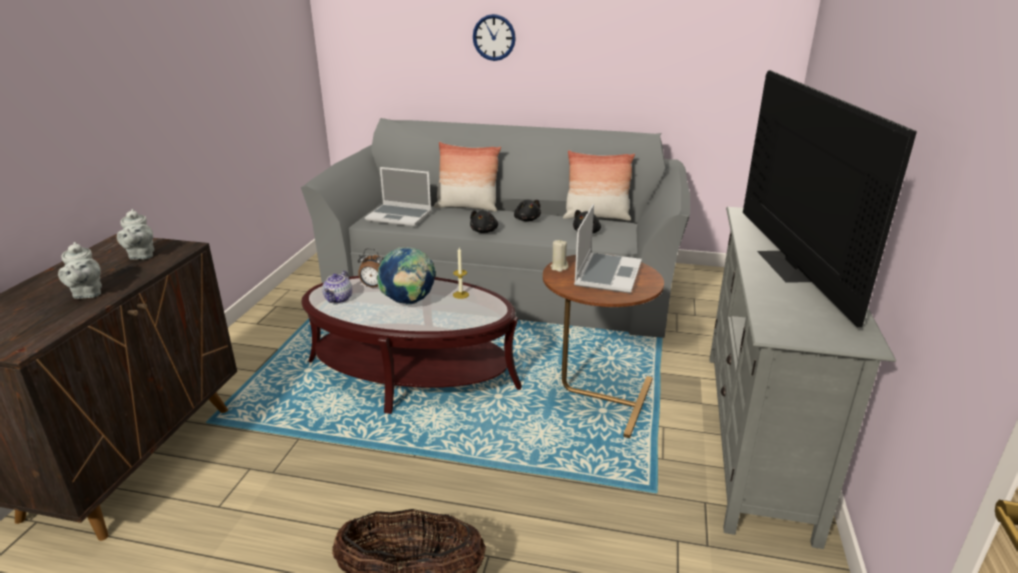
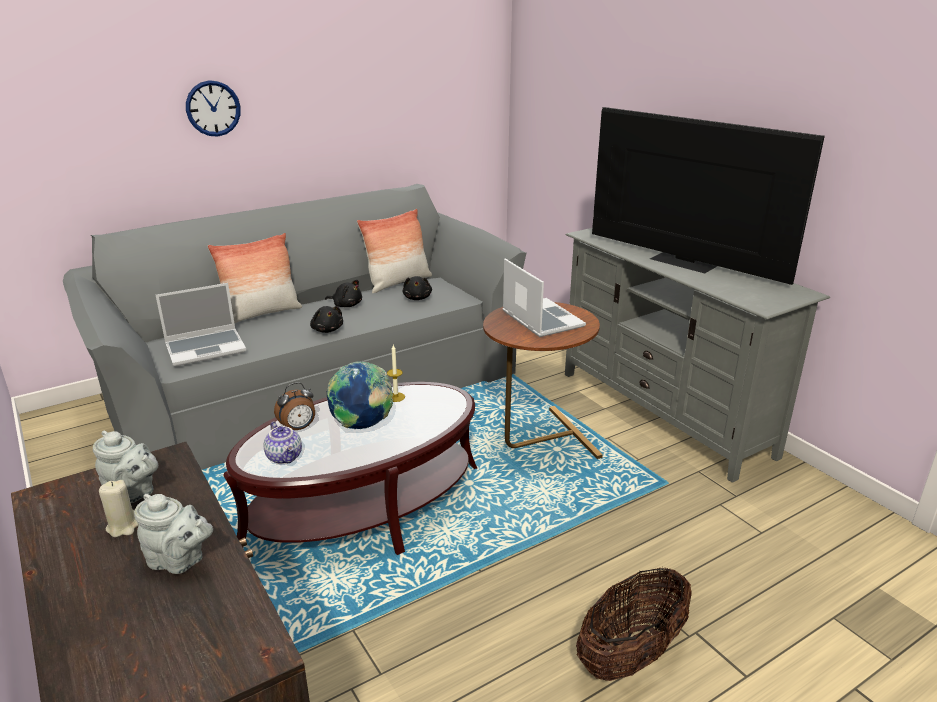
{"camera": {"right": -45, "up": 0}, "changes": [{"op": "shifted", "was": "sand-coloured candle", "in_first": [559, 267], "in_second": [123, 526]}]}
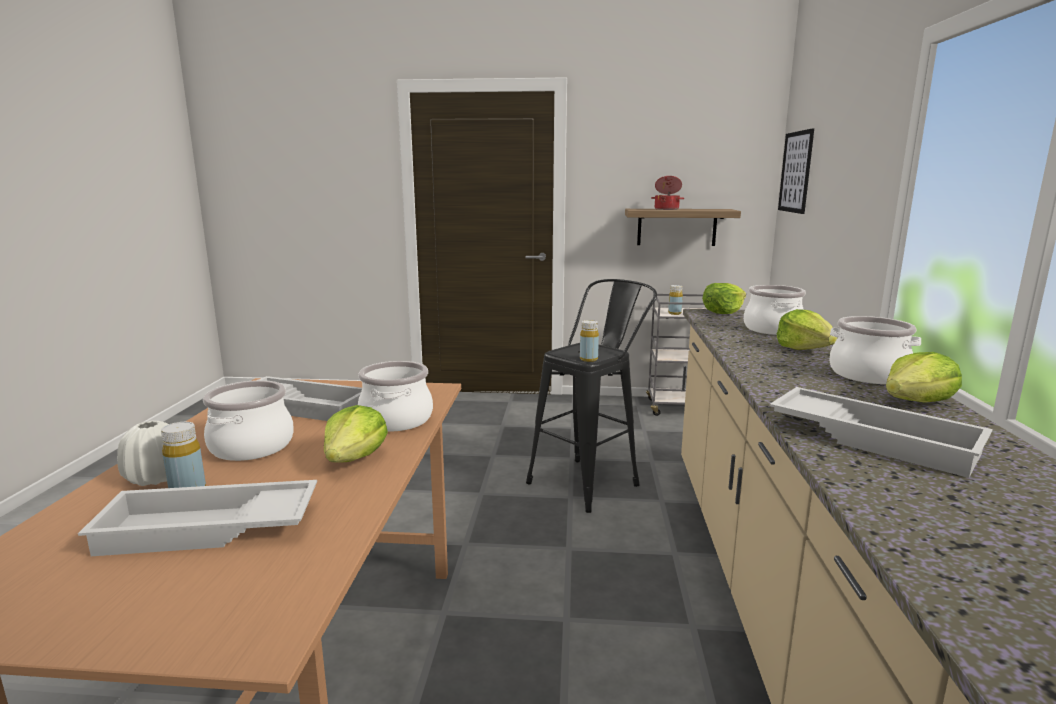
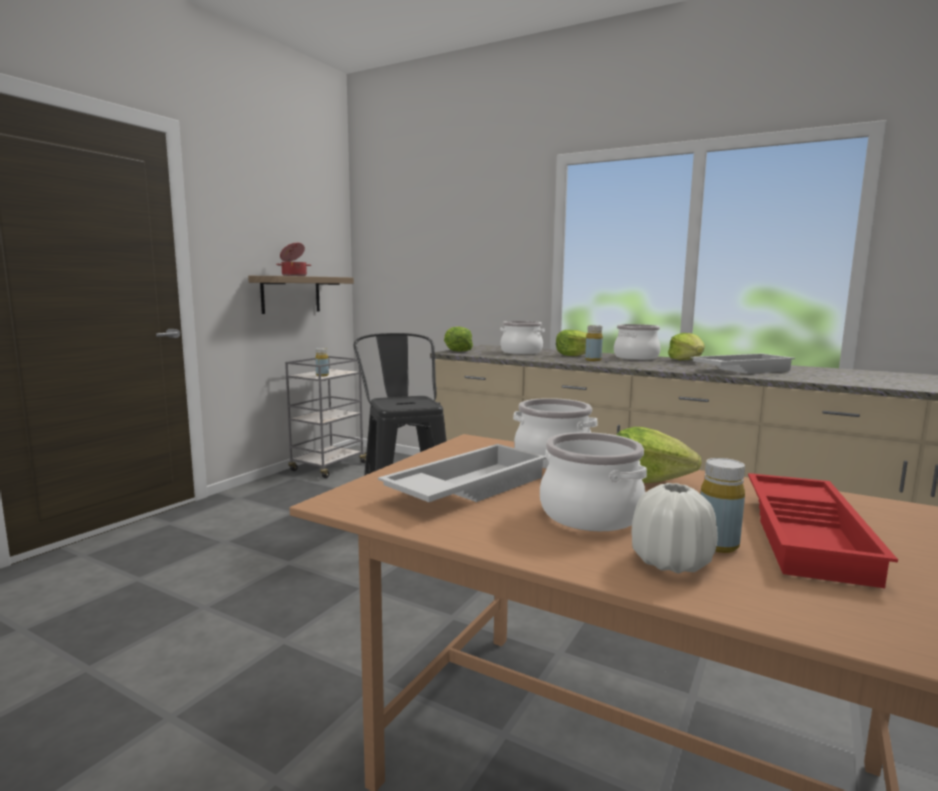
{"camera": {"right": -65, "up": -5}, "changes": [{"op": "shifted", "was": "yellow-coloured bottle", "in_first": [588, 359], "in_second": [593, 360]}, {"op": "repainted", "was": "white-coloured carrying tray", "now": "red carrying tray", "in_first": [207, 530], "in_second": [810, 536]}, {"op": "gone", "was": "wall art", "in_first": [795, 172]}]}
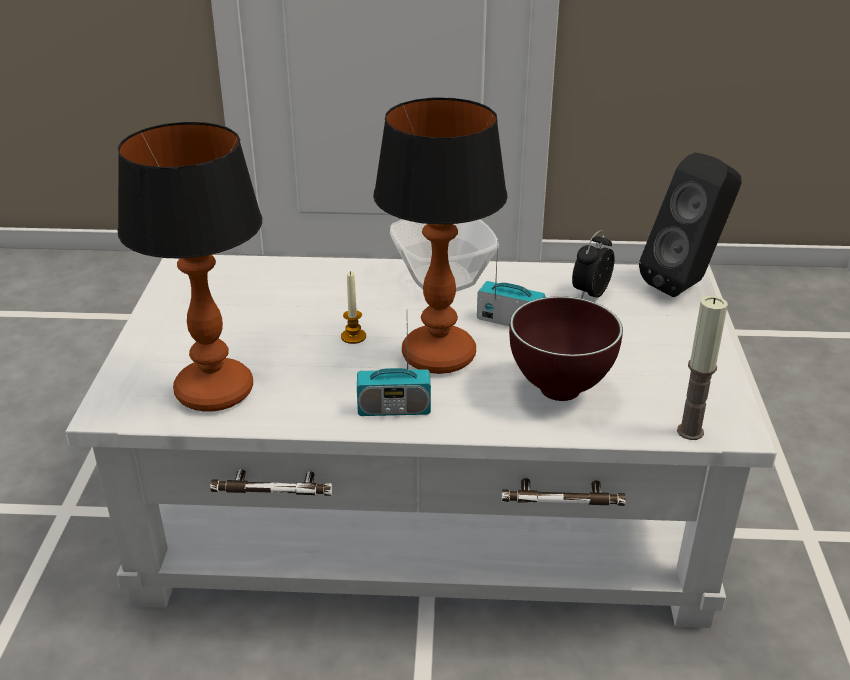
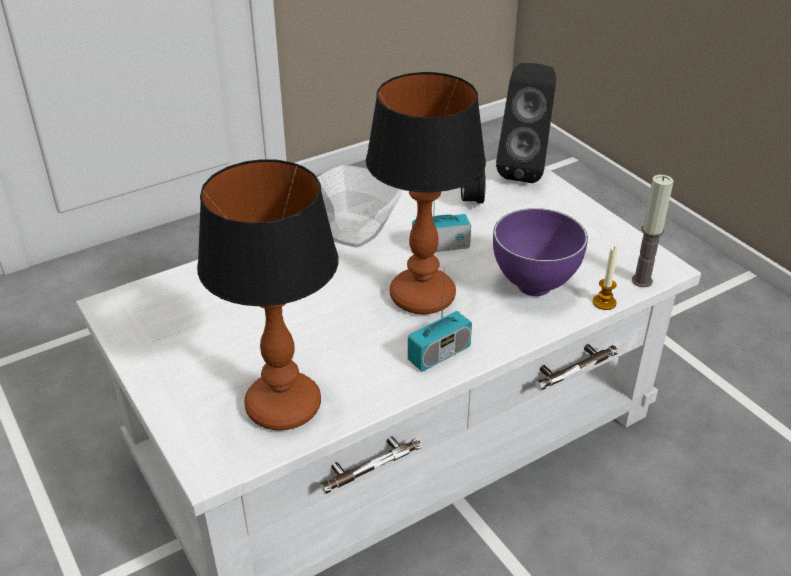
{"camera": {"right": -35, "up": 5}, "changes": [{"op": "repainted", "was": "brownish bowl", "now": "purple bowl", "in_first": [562, 390], "in_second": [535, 286]}, {"op": "shifted", "was": "candle", "in_first": [353, 337], "in_second": [604, 302]}]}
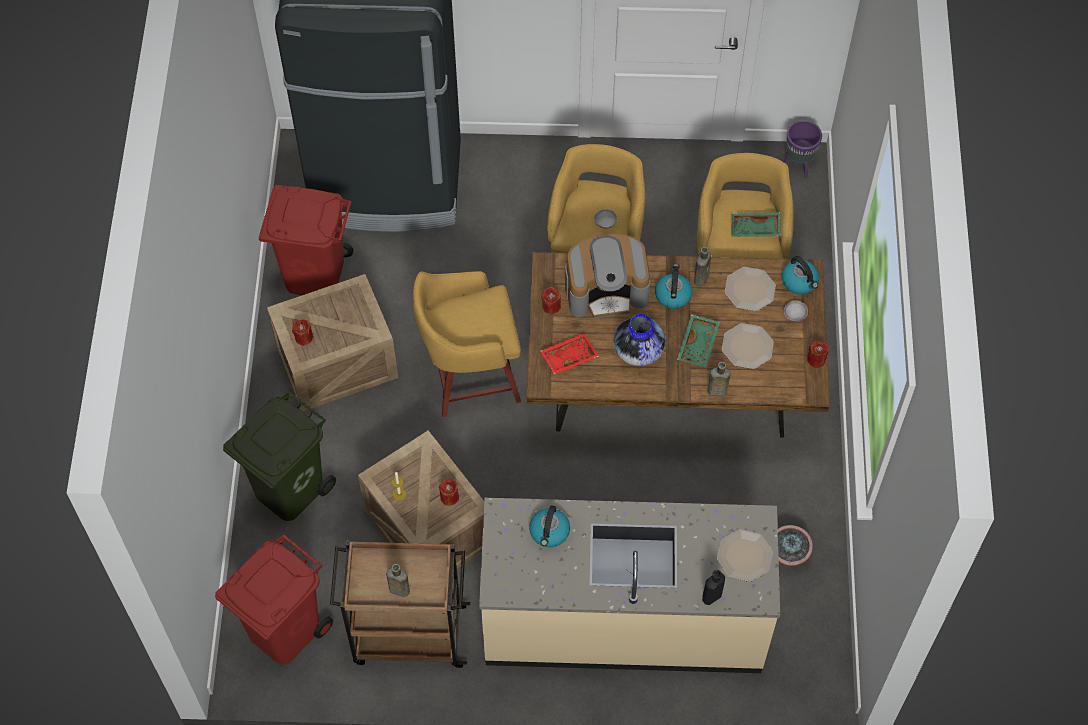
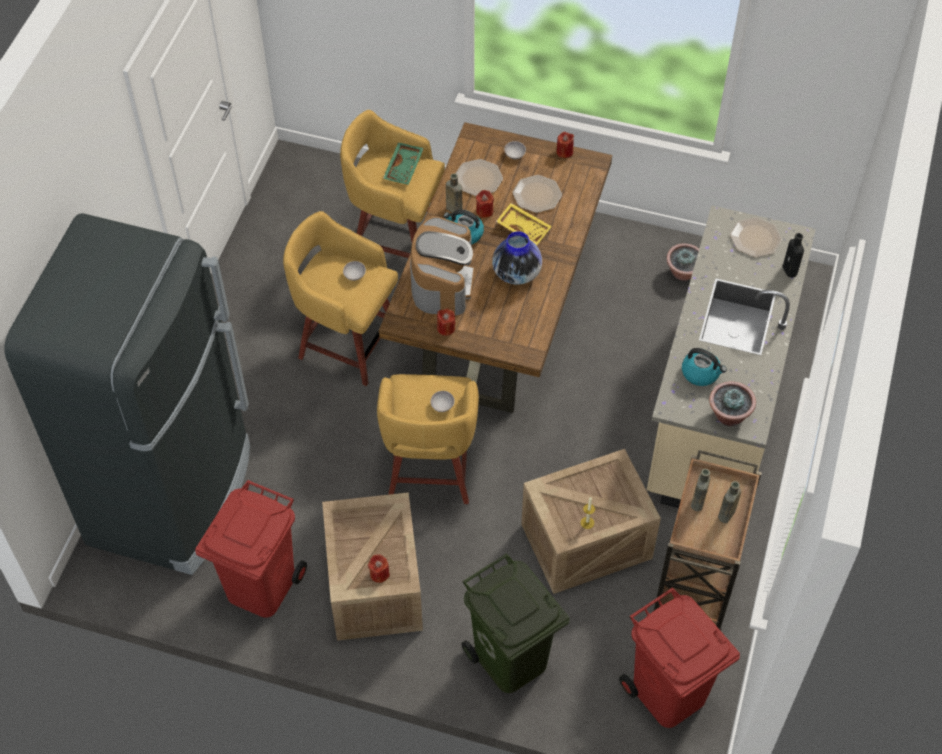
{"camera": {"right": -75, "up": -5}, "changes": [{"op": "new", "now": "gray bowl", "in_second": [442, 405]}, {"op": "shifted", "was": "red candle", "in_first": [449, 497], "in_second": [484, 211]}, {"op": "repainted", "was": "greenish carrying tray", "now": "yellow-coloured carrying tray", "in_first": [699, 344], "in_second": [524, 228]}, {"op": "shifted", "was": "brownish bottle", "in_first": [715, 391], "in_second": [697, 503]}, {"op": "new", "now": "houseplant", "in_second": [728, 415]}, {"op": "gone", "was": "red carrying tray", "in_first": [568, 356]}, {"op": "gone", "was": "water kettle", "in_first": [800, 282]}, {"op": "gone", "was": "purple flower pot", "in_first": [798, 165]}]}
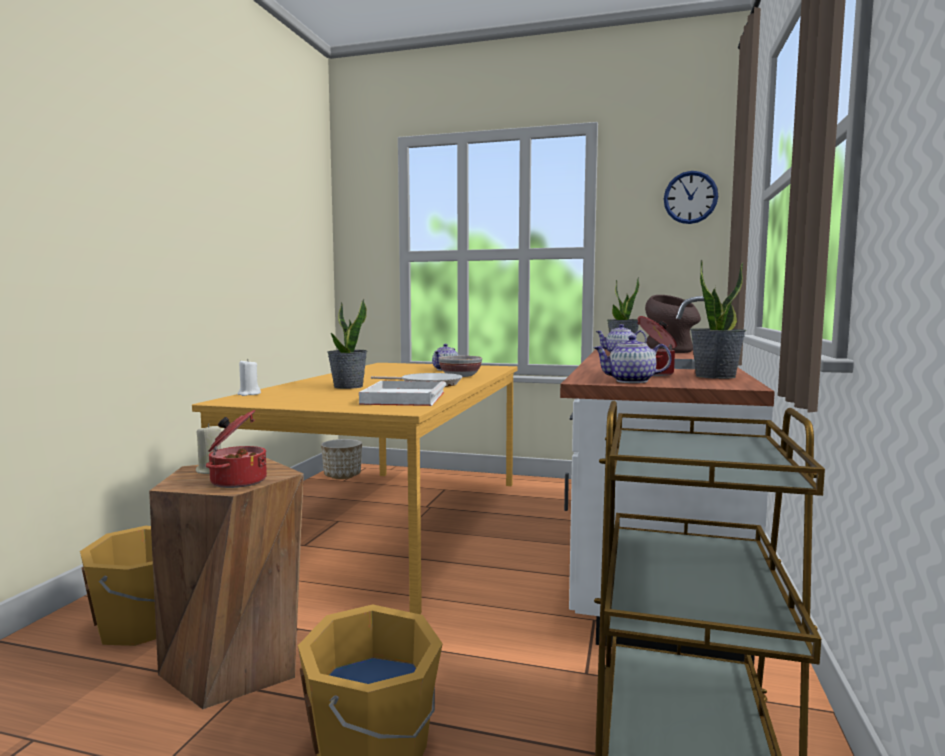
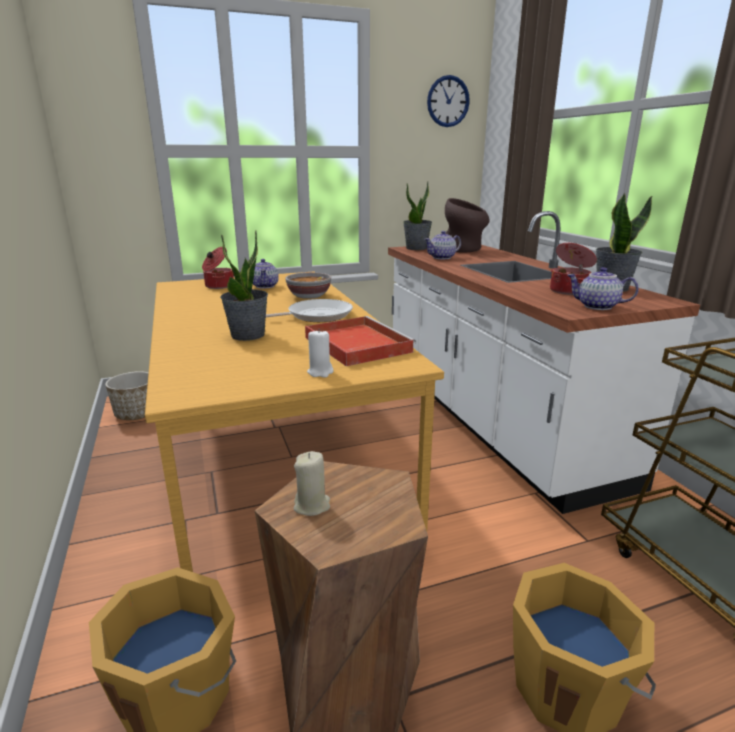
{"camera": {"right": -35, "up": 15}, "changes": [{"op": "shifted", "was": "saucepot", "in_first": [237, 481], "in_second": [218, 286]}, {"op": "repainted", "was": "white-coloured carrying tray", "now": "red carrying tray", "in_first": [404, 398], "in_second": [356, 344]}, {"op": "shifted", "was": "white-coloured candle", "in_first": [249, 394], "in_second": [320, 372]}, {"op": "rotated", "was": "teapot", "in_first": [631, 381], "in_second": [597, 307], "clockwise": 60}]}
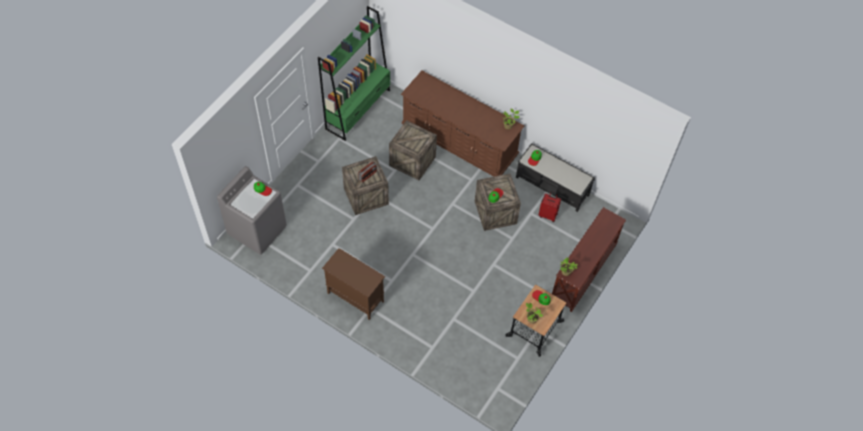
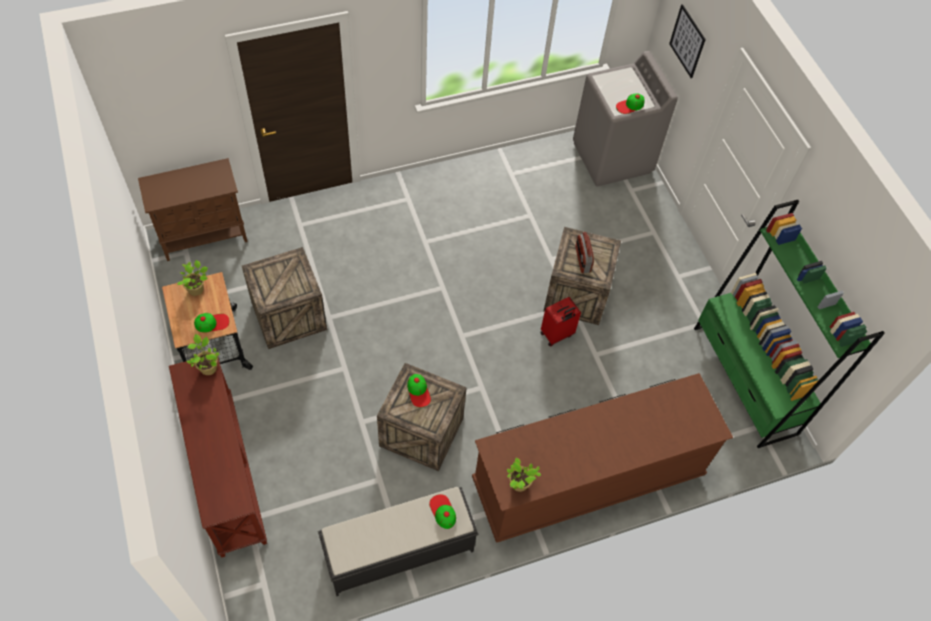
{"camera": {"right": 125, "up": 0}, "changes": [{"op": "shifted", "was": "brownish storage cabinet", "in_first": [355, 297], "in_second": [205, 236]}, {"op": "shifted", "was": "shipping crate", "in_first": [413, 161], "in_second": [288, 317]}, {"op": "shifted", "was": "red travel case", "in_first": [548, 215], "in_second": [557, 335]}, {"op": "new", "now": "wall art", "in_second": [687, 41]}]}
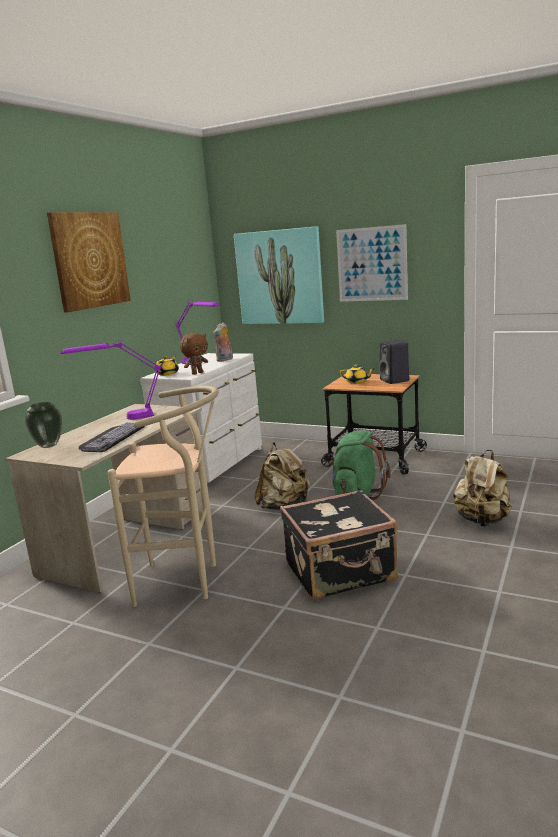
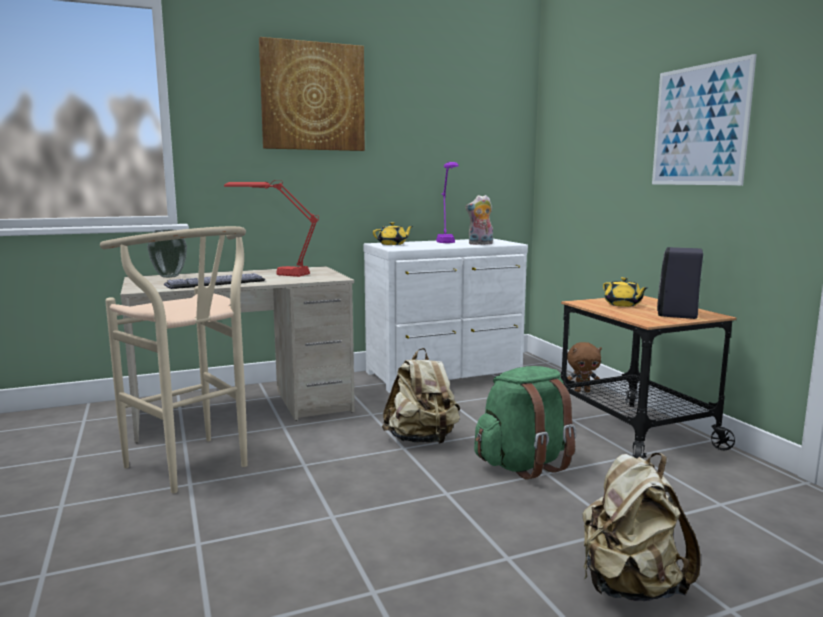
{"camera": {"right": 40, "up": -5}, "changes": [{"op": "repainted", "was": "purple table lamp", "now": "red table lamp", "in_first": [122, 419], "in_second": [273, 273]}, {"op": "shifted", "was": "brownish plush toy", "in_first": [197, 373], "in_second": [582, 391]}, {"op": "gone", "was": "wall art", "in_first": [280, 277]}, {"op": "gone", "was": "blackish travel case", "in_first": [341, 572]}]}
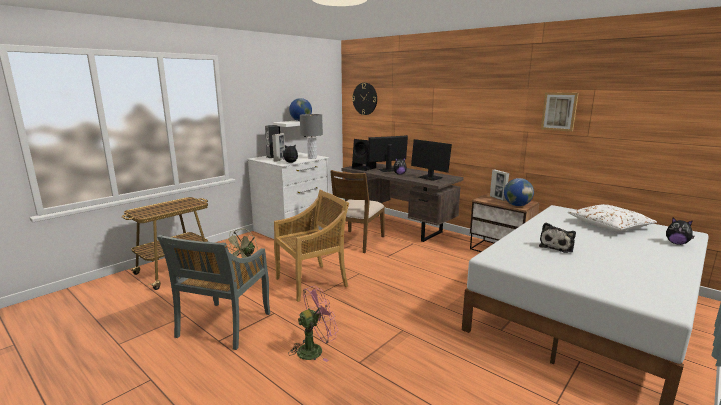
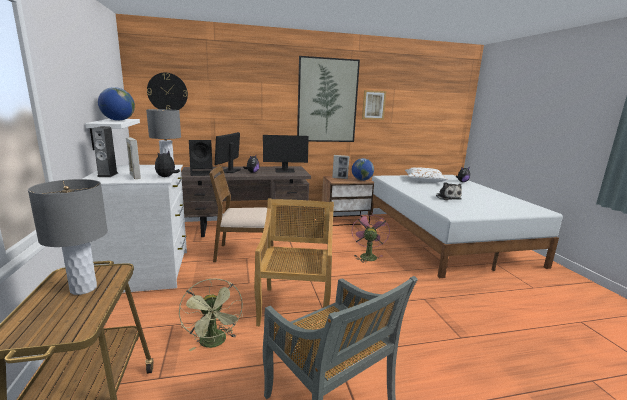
{"camera": {"right": -55, "up": 0}, "changes": [{"op": "new", "now": "gray table lamp", "in_second": [83, 288]}, {"op": "rotated", "was": "brownish upright chair", "in_first": [357, 241], "in_second": [244, 253], "clockwise": 120}, {"op": "new", "now": "wall art", "in_second": [327, 101]}, {"op": "shifted", "was": "pinkish fan", "in_first": [315, 349], "in_second": [367, 256]}]}
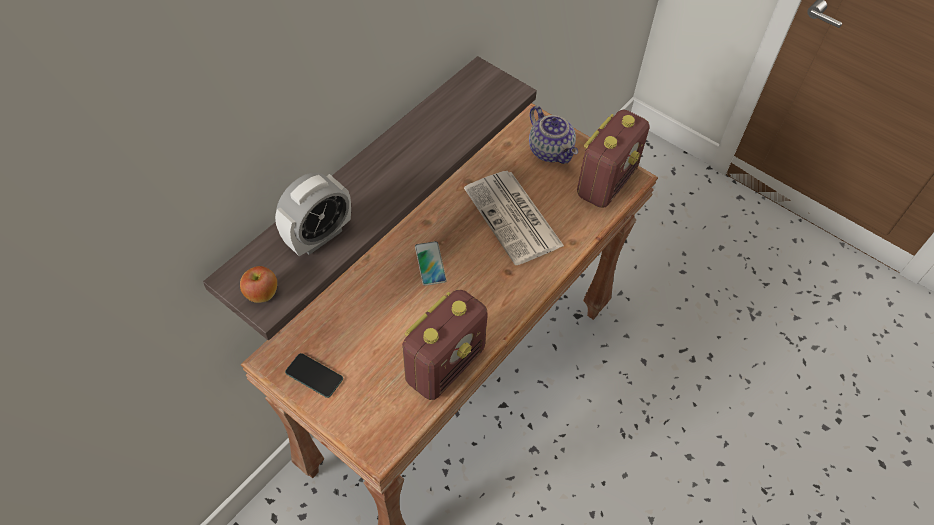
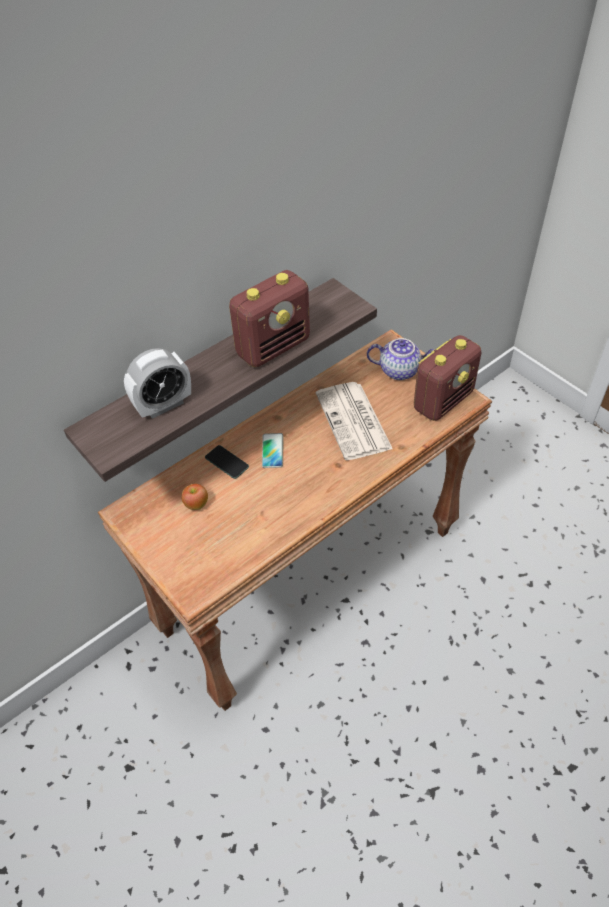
{"camera": {"right": 15, "up": -5}, "changes": [{"op": "shifted", "was": "whole apple", "in_first": [262, 294], "in_second": [196, 504]}, {"op": "shifted", "was": "phone", "in_first": [314, 375], "in_second": [227, 462]}, {"op": "shifted", "was": "radio receiver", "in_first": [445, 364], "in_second": [273, 347]}, {"op": "rotated", "was": "teapot", "in_first": [551, 151], "in_second": [400, 370], "clockwise": -60}]}
